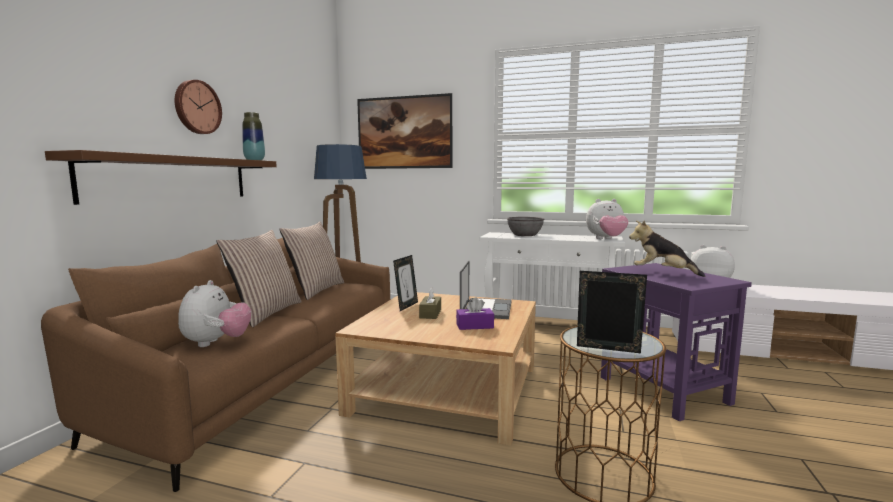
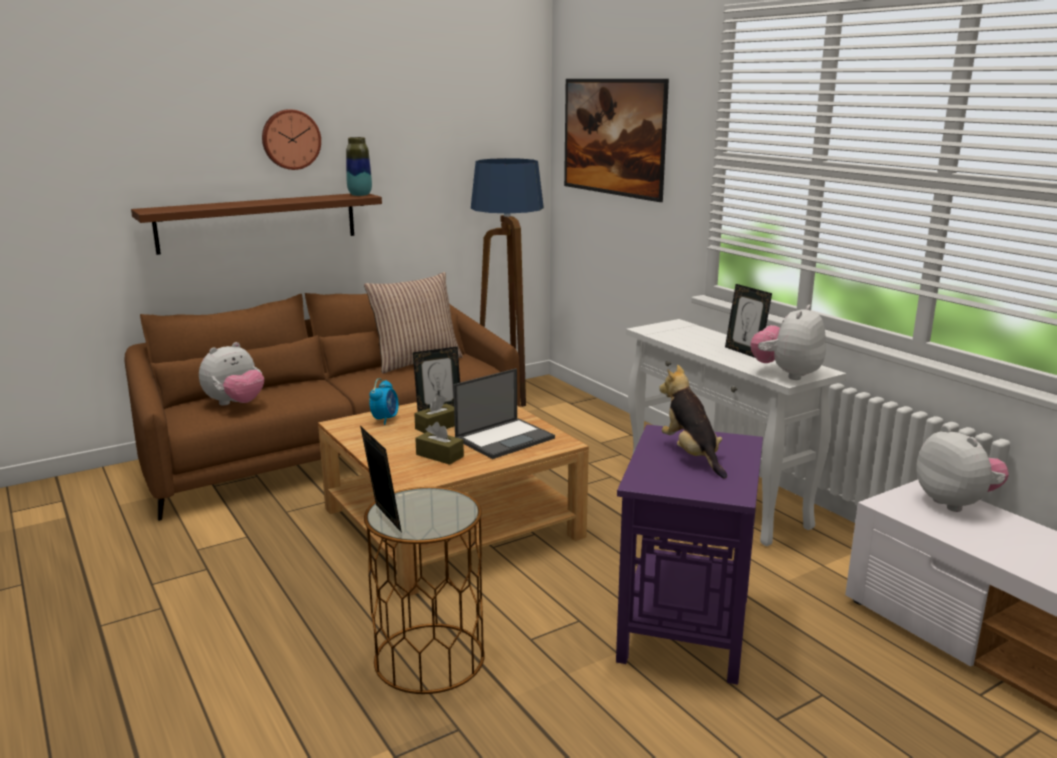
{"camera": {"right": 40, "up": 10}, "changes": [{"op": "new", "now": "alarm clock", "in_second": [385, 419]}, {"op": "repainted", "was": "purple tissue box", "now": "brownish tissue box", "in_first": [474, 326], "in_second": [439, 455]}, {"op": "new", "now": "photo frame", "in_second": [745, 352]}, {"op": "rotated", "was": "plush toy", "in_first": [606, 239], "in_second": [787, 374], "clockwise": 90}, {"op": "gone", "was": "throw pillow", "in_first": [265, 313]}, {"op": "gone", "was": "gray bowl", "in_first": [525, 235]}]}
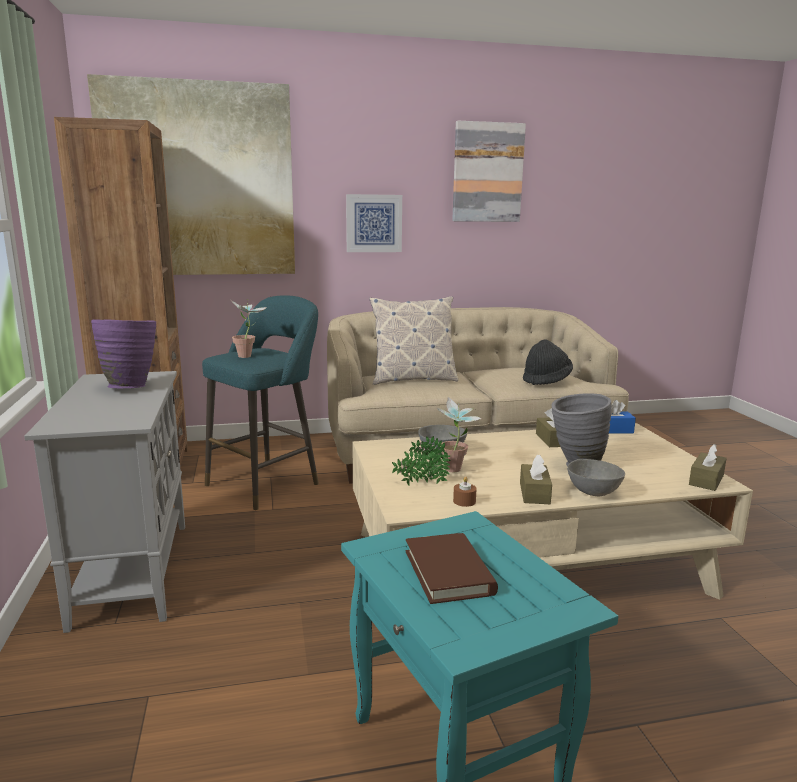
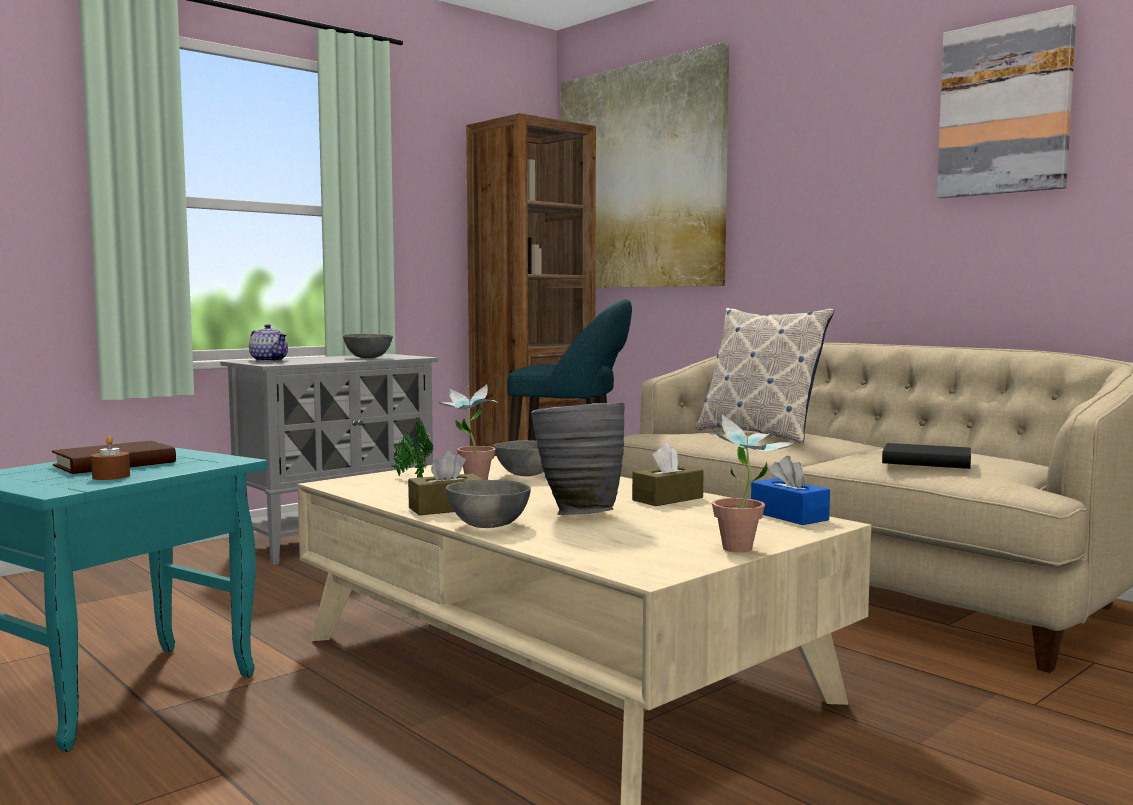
{"camera": {"right": 60, "up": -10}, "changes": [{"op": "shifted", "was": "brownish candle", "in_first": [464, 501], "in_second": [111, 476]}, {"op": "new", "now": "teapot", "in_second": [269, 360]}, {"op": "swapped", "was": "purple decorative vase", "now": "gray bowl", "in_first": [130, 386], "in_second": [368, 357]}, {"op": "shifted", "was": "houseplant", "in_first": [249, 356], "in_second": [744, 551]}, {"op": "swapped", "was": "blackish wearable hat", "now": "blackish book", "in_first": [546, 380], "in_second": [926, 462]}, {"op": "gone", "was": "wall art", "in_first": [374, 223]}, {"op": "gone", "was": "brownish tissue box", "in_first": [706, 480]}]}
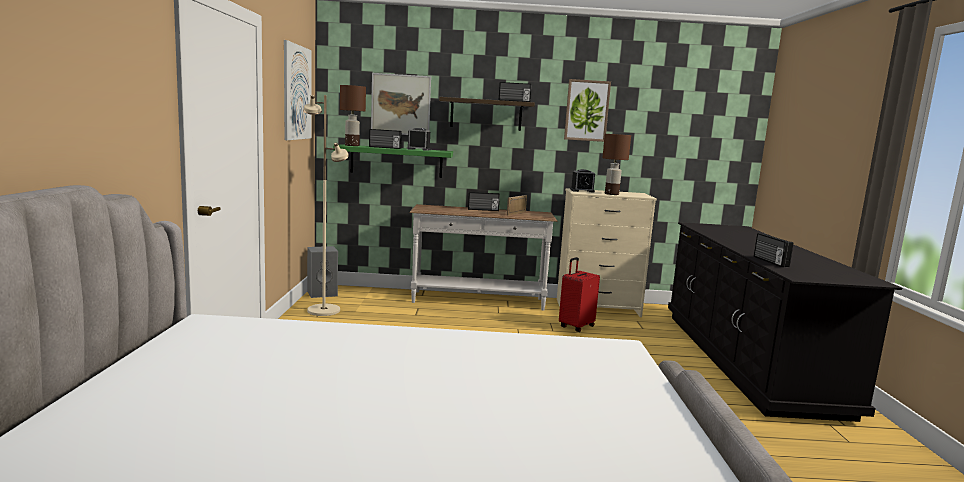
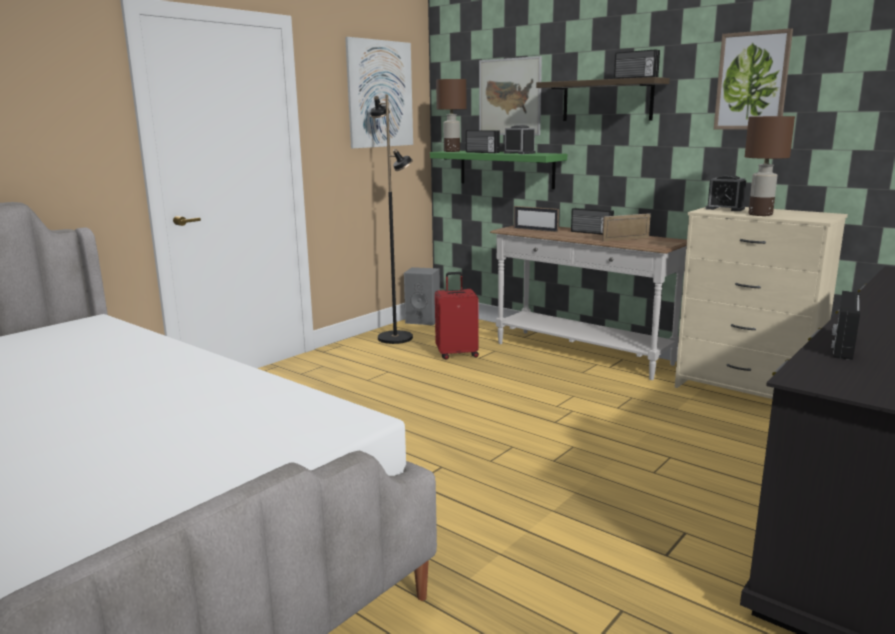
{"camera": {"right": 40, "up": 5}, "changes": [{"op": "repainted", "was": "sand-coloured floor lamp", "now": "blackish floor lamp", "in_first": [323, 310], "in_second": [395, 338]}, {"op": "shifted", "was": "red travel case", "in_first": [576, 326], "in_second": [457, 354]}, {"op": "new", "now": "photo frame", "in_second": [535, 230]}]}
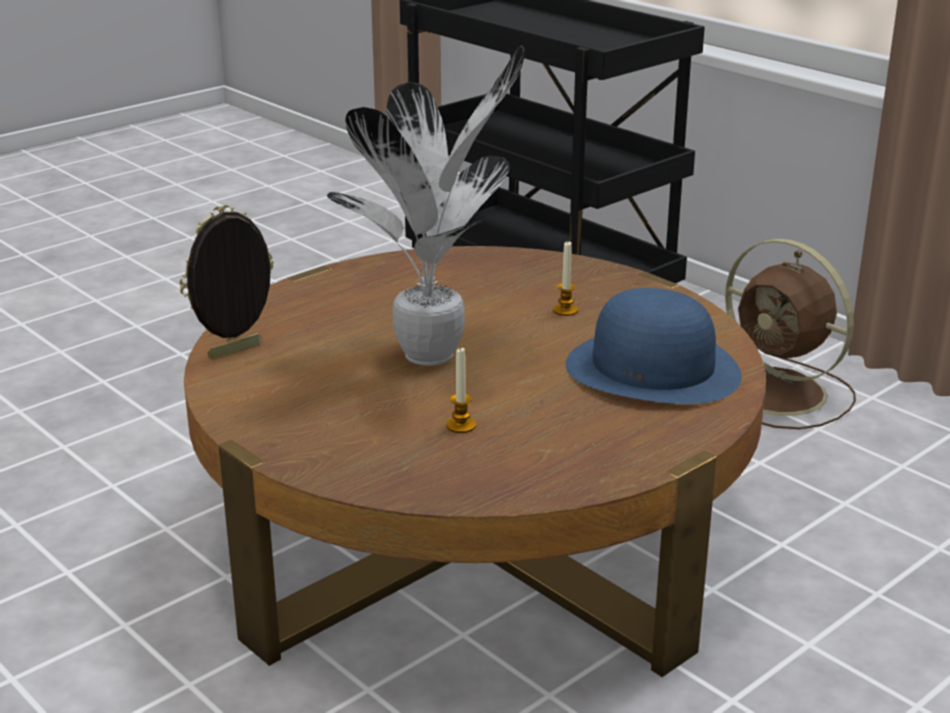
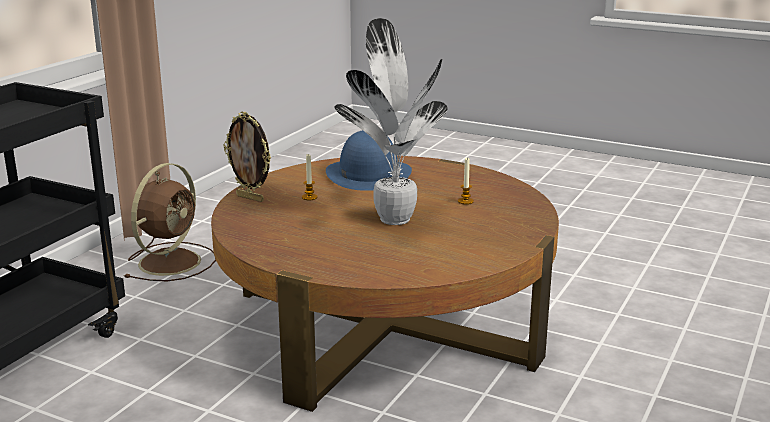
{"camera": {"right": -110, "up": -5}, "changes": [{"op": "shifted", "was": "photo frame", "in_first": [236, 352], "in_second": [251, 198]}]}
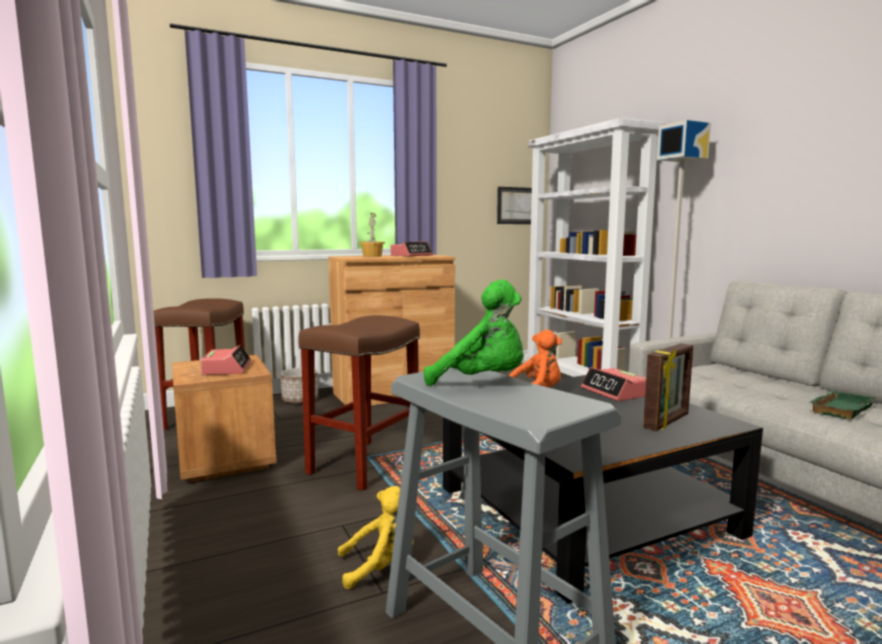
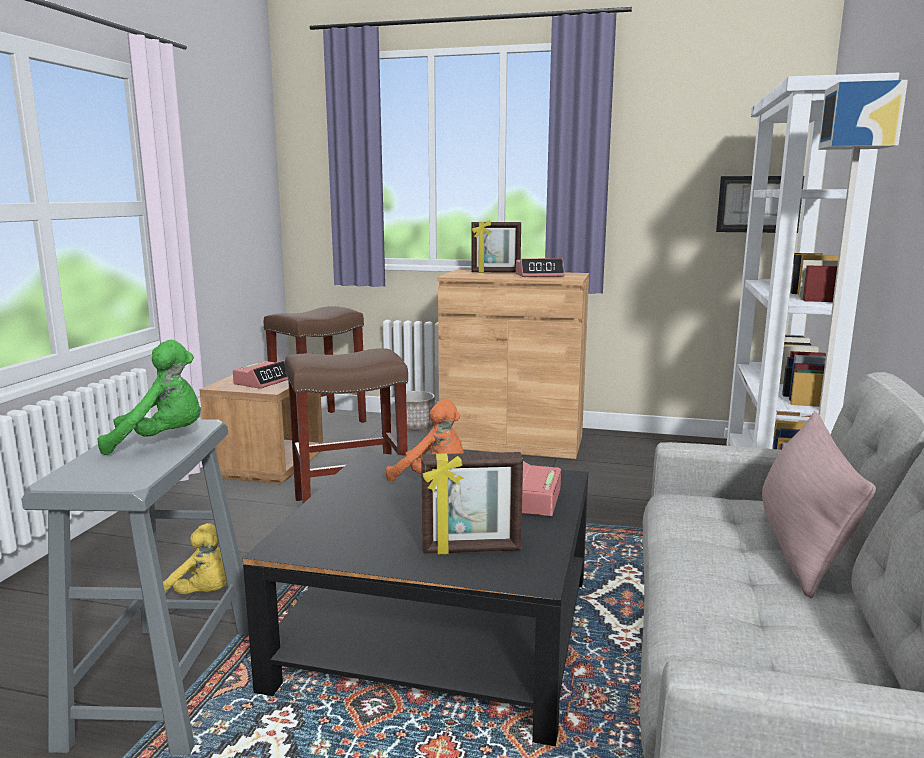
{"camera": {"right": 40, "up": 5}, "changes": [{"op": "rotated", "was": "greenish plush toy", "in_first": [483, 382], "in_second": [161, 441], "clockwise": -75}, {"op": "swapped", "was": "houseplant", "now": "photo frame", "in_first": [372, 256], "in_second": [495, 272]}, {"op": "new", "now": "pinkish throw pillow", "in_second": [802, 544]}, {"op": "gone", "was": "greenish carrying tray", "in_first": [839, 408]}]}
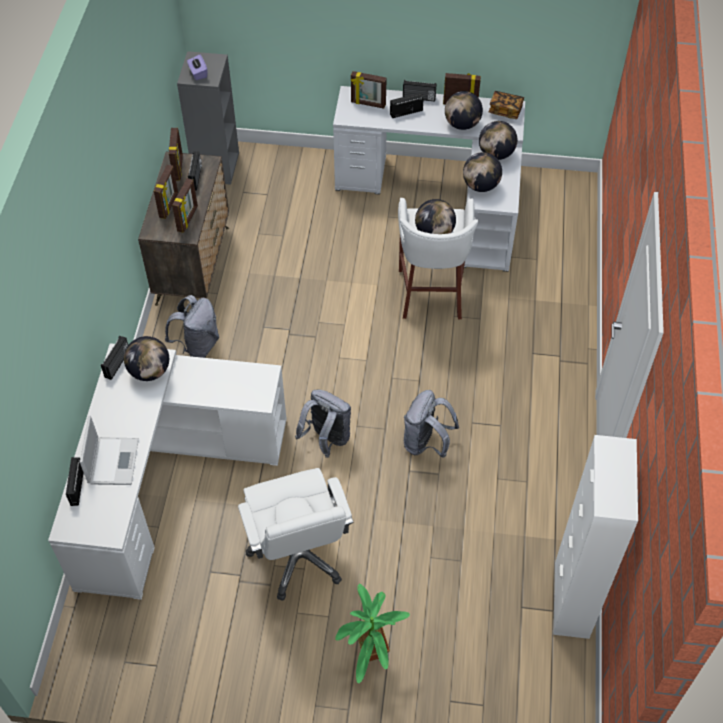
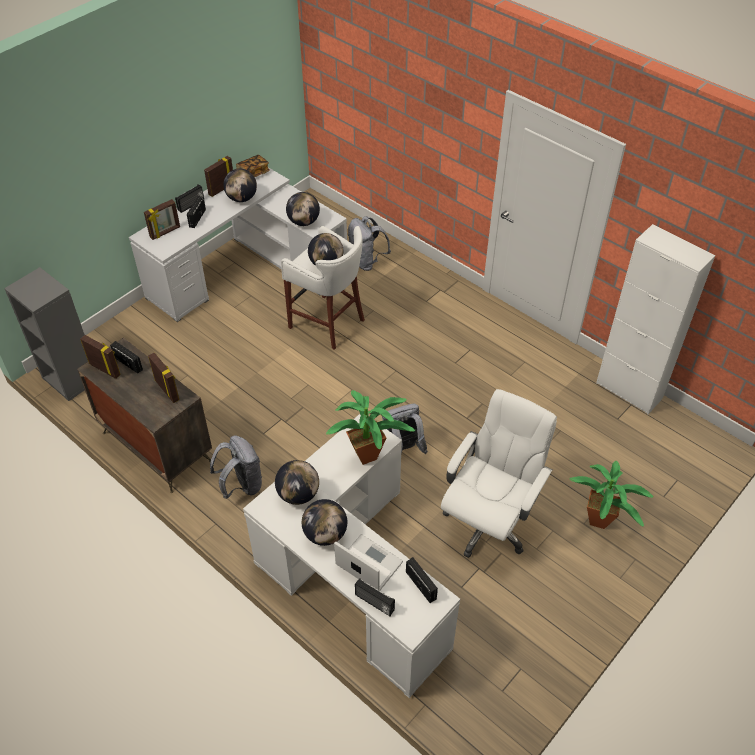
{"camera": {"right": -55, "up": -5}, "changes": [{"op": "shifted", "was": "globe", "in_first": [496, 154], "in_second": [325, 534]}, {"op": "new", "now": "houseplant", "in_second": [371, 456]}, {"op": "shifted", "was": "gray rucksack", "in_first": [426, 443], "in_second": [367, 261]}, {"op": "shifted", "was": "radio receiver", "in_first": [118, 364], "in_second": [421, 585]}, {"op": "rotated", "was": "white-coloured computer chair", "in_first": [298, 555], "in_second": [488, 521], "clockwise": -75}, {"op": "gone", "was": "photo frame", "in_first": [169, 205]}, {"op": "gone", "was": "purple tissue box", "in_first": [198, 73]}]}
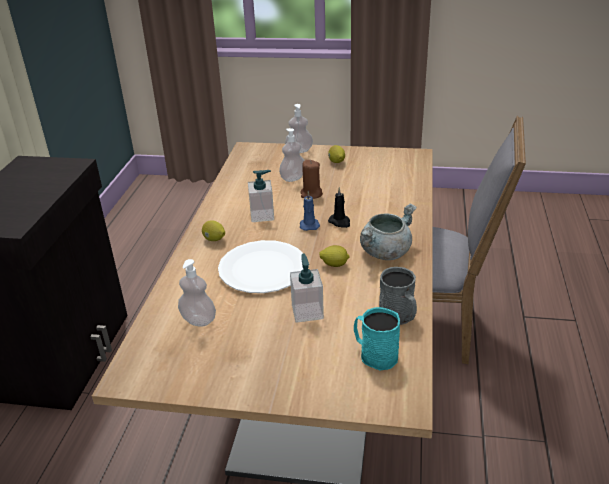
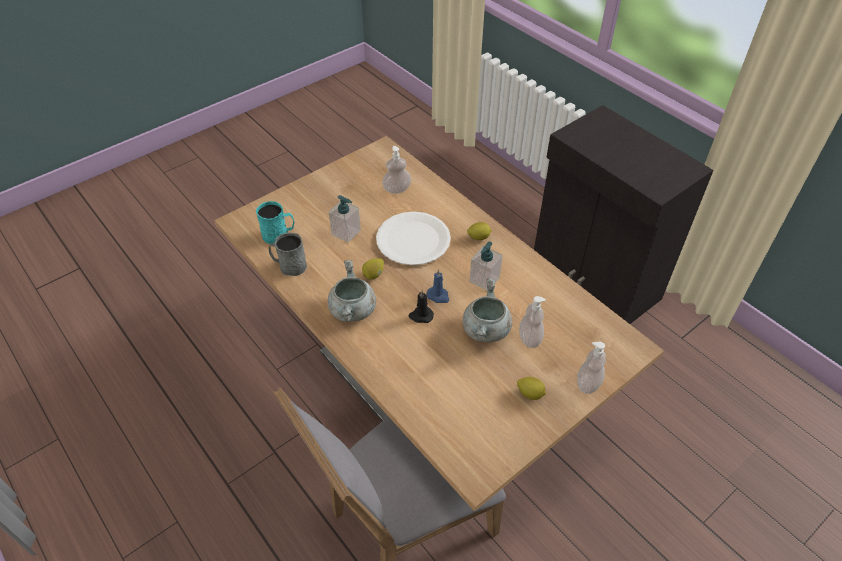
{"camera": {"right": 130, "up": 15}, "changes": [{"op": "swapped", "was": "brownish candle", "now": "gray saucepot", "in_first": [311, 194], "in_second": [486, 330]}]}
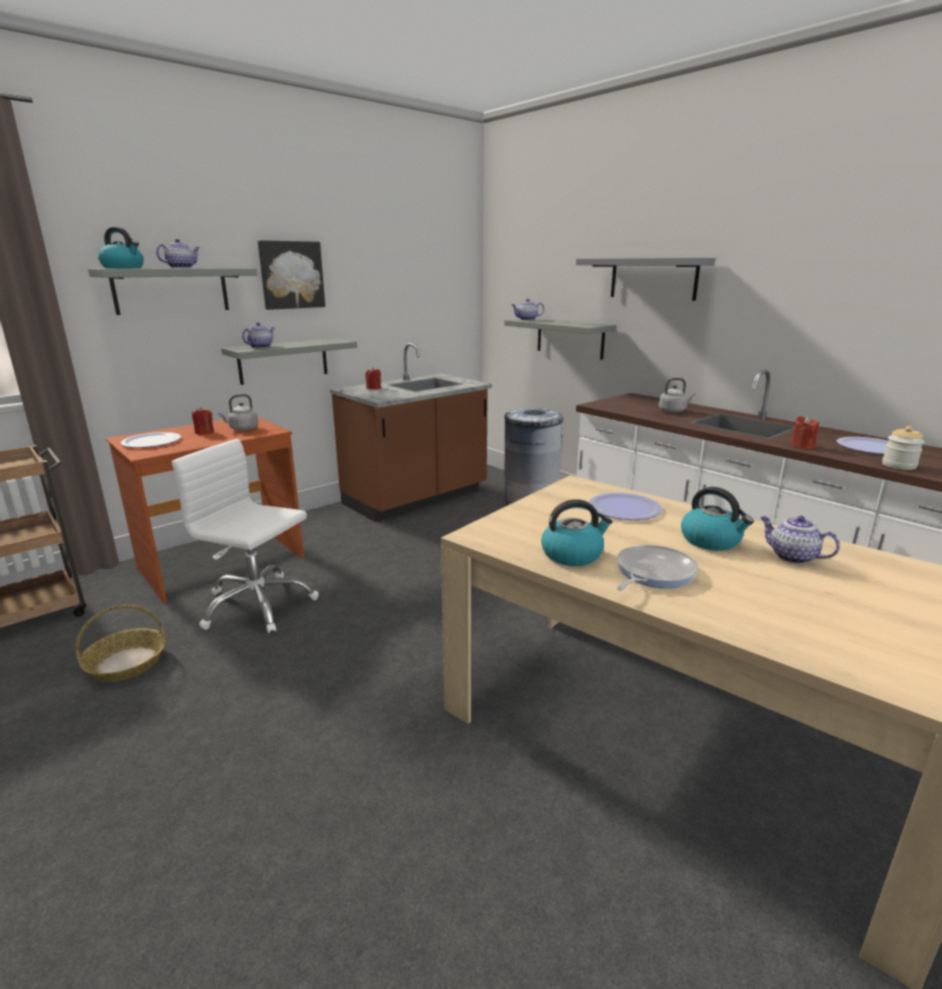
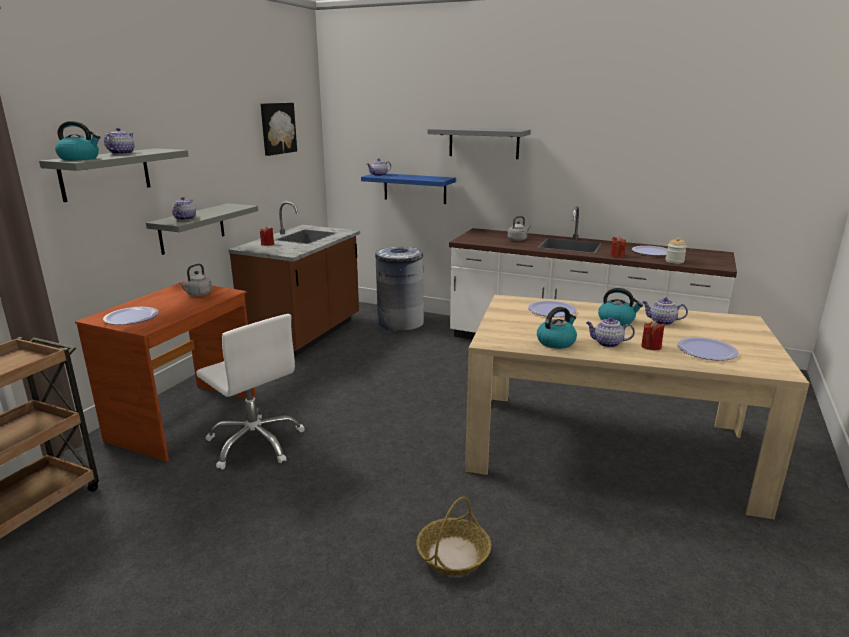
{"camera": {"right": -25, "up": 0}, "changes": [{"op": "rotated", "was": "white-coloured computer chair", "in_first": [257, 605], "in_second": [255, 442], "clockwise": -135}, {"op": "shifted", "was": "wall art", "in_first": [291, 275], "in_second": [277, 128]}, {"op": "repainted", "was": "gray wall shelf", "now": "bluish wall shelf", "in_first": [570, 338], "in_second": [414, 188]}, {"op": "shifted", "was": "basket", "in_first": [126, 663], "in_second": [453, 555]}, {"op": "swapped", "was": "frying pan", "now": "teapot", "in_first": [652, 573], "in_second": [607, 343]}, {"op": "shifted", "was": "red candle", "in_first": [204, 432], "in_second": [651, 347]}, {"op": "new", "now": "flat dish", "in_second": [707, 350]}]}
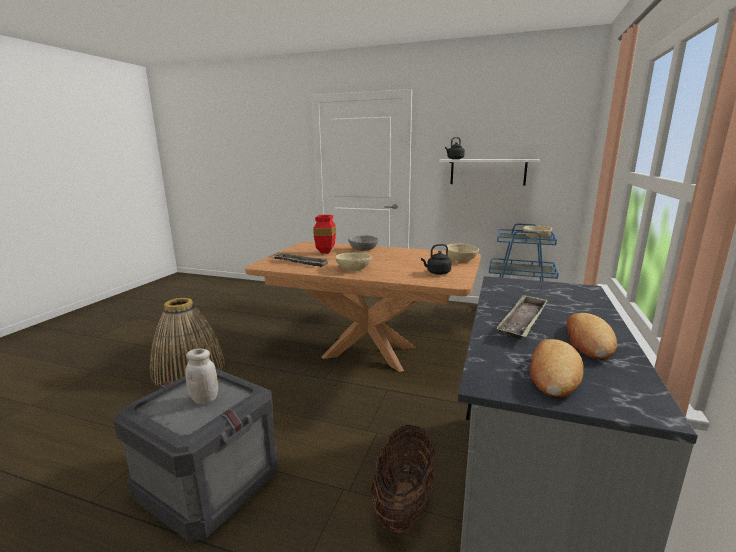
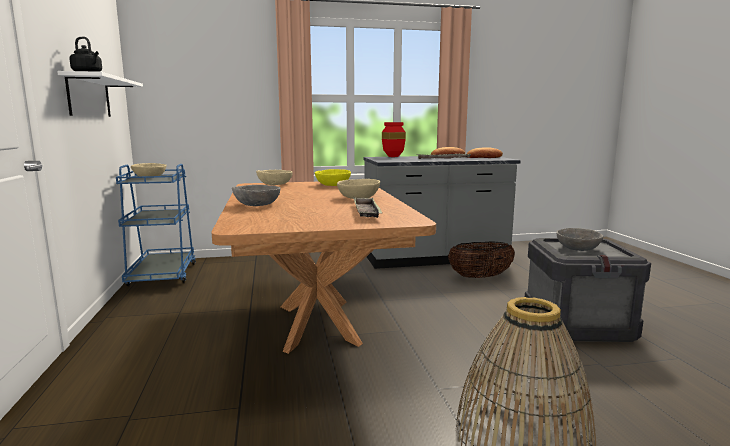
{"camera": {"right": -120, "up": -5}, "changes": [{"op": "swapped", "was": "blackish water kettle", "now": "yellow-coloured bowl", "in_first": [437, 273], "in_second": [333, 185]}, {"op": "shifted", "was": "red decorative vase", "in_first": [325, 252], "in_second": [392, 156]}, {"op": "swapped", "was": "white-coloured preserve jar", "now": "gray bowl", "in_first": [205, 399], "in_second": [578, 248]}]}
